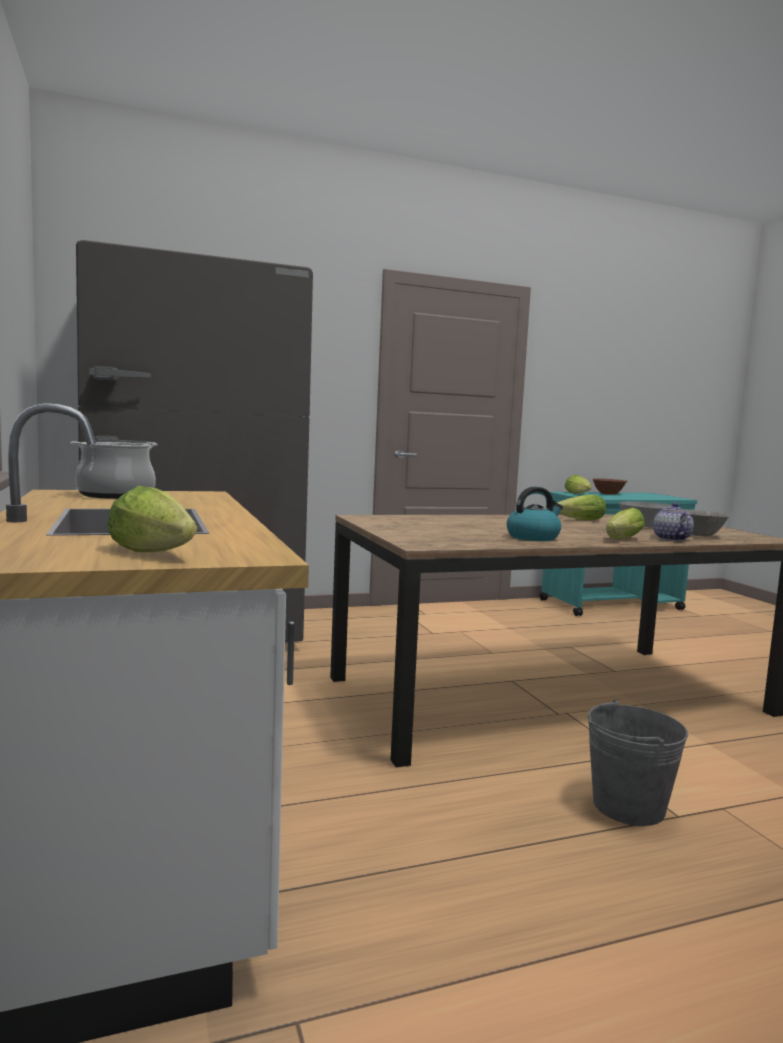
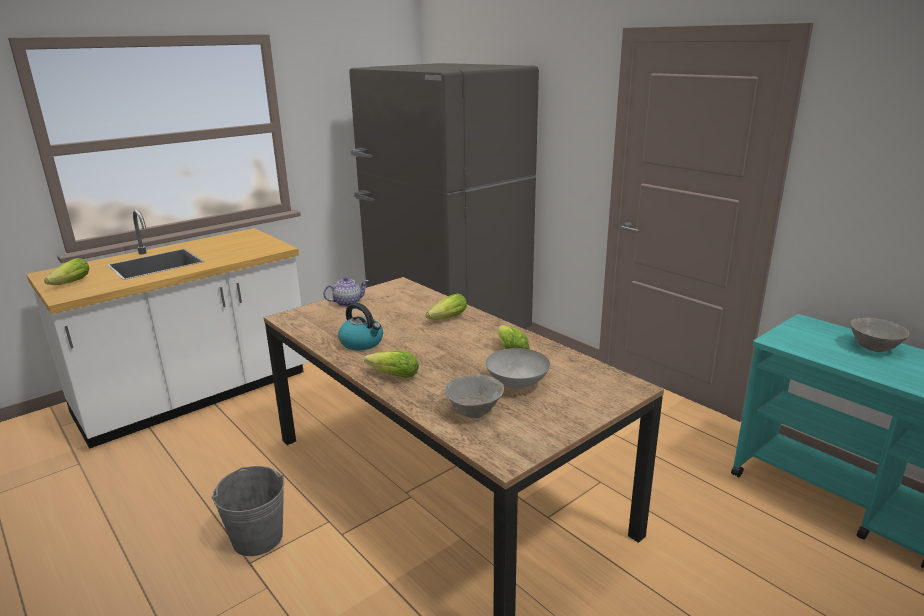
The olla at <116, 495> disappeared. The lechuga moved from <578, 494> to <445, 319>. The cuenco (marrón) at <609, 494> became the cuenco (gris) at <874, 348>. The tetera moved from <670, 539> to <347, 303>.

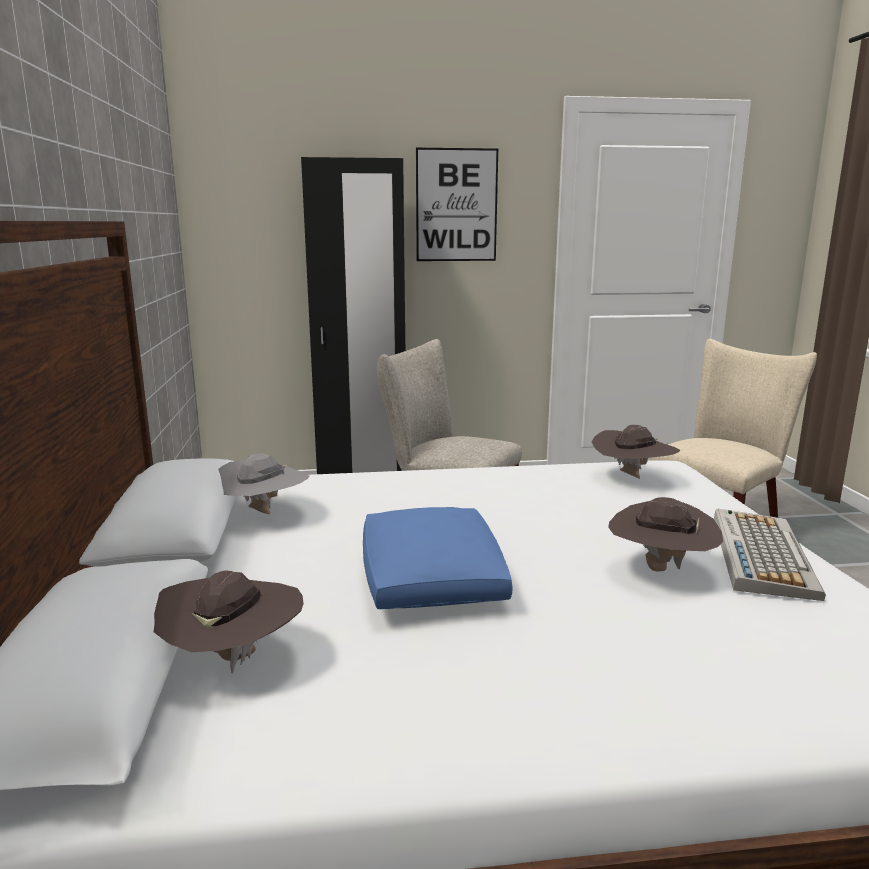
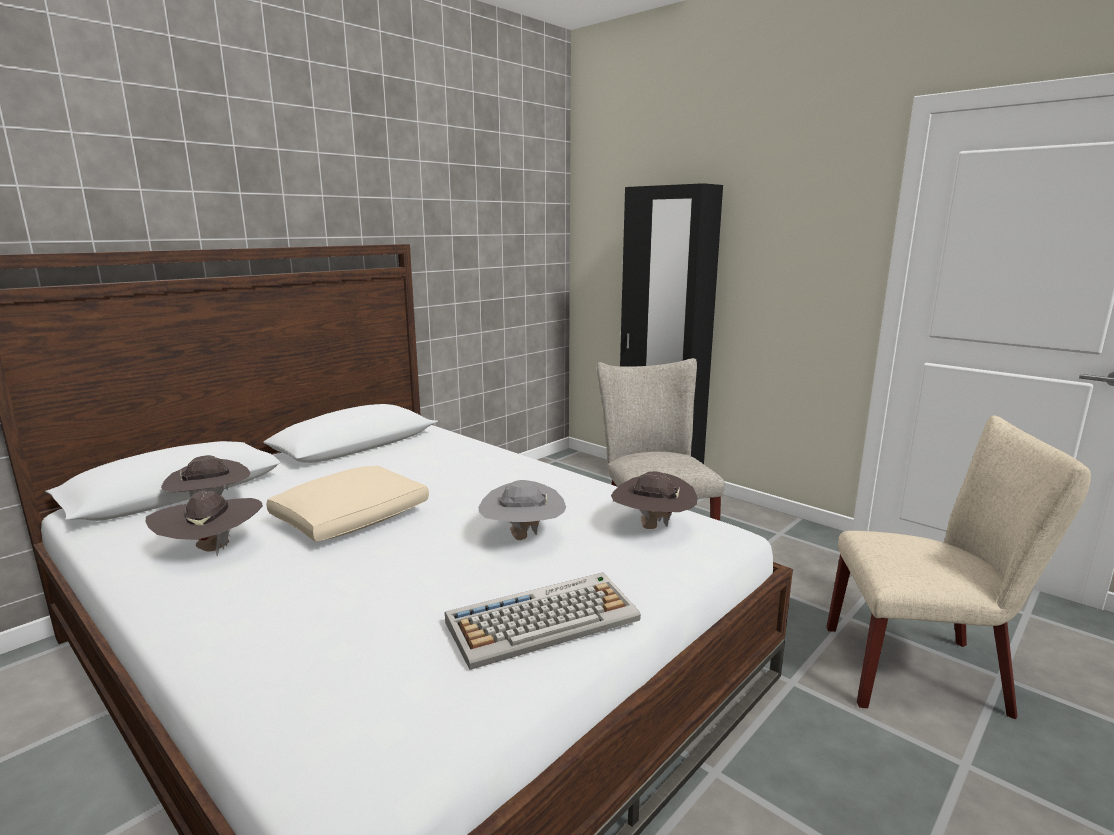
The sombrero (gris) moved from <263, 514> to <522, 538>. The cojín (azul) at <431, 578> became the cojín (beis) at <353, 518>. The cuadro at <456, 205> disappeared. The sombrero (marrón) moved from <660, 569> to <212, 550>.

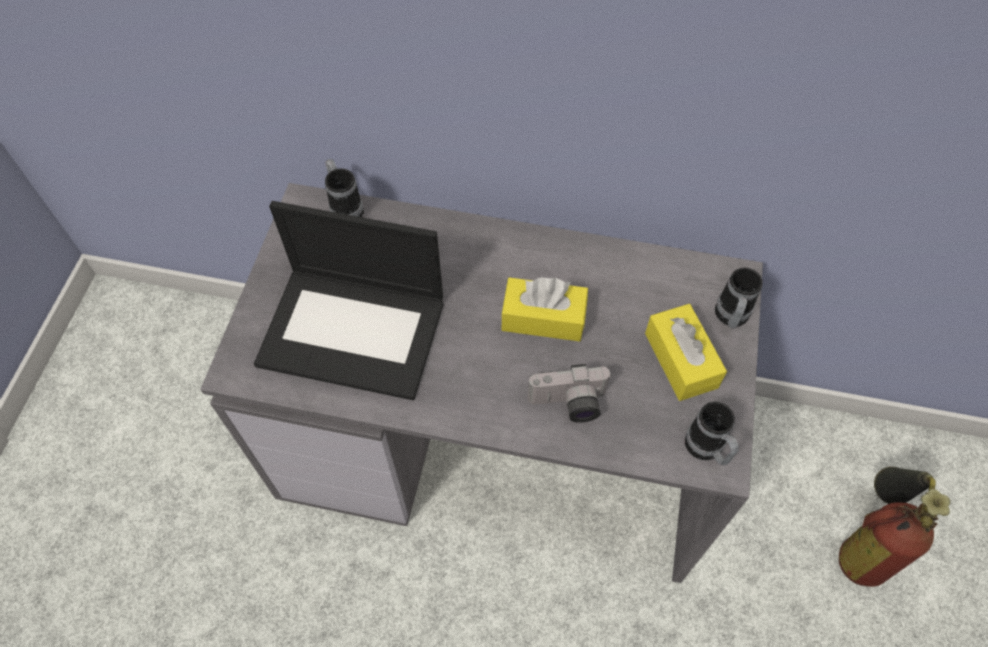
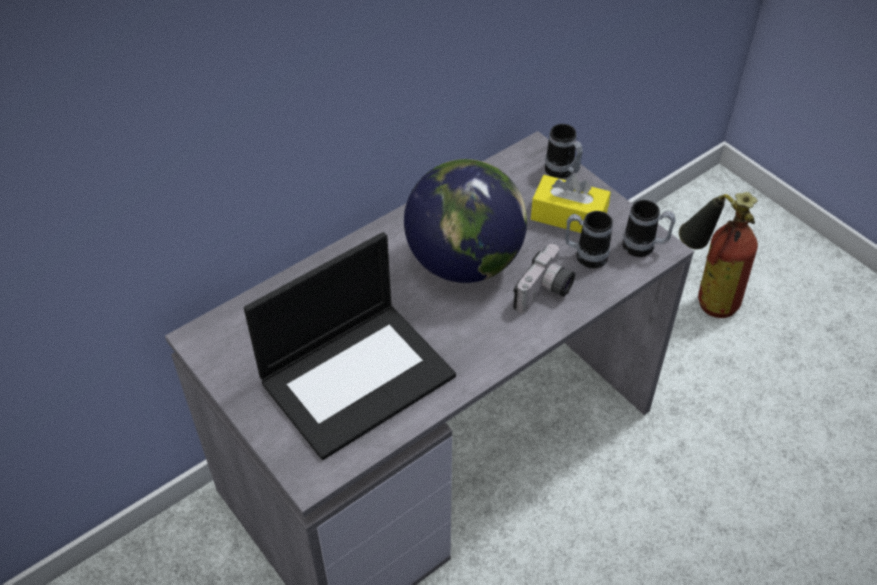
The taza grande moved from <345, 209> to <585, 256>. The caja de pañuelos (amarillo) at <543, 318> was replaced by the globo terráqueo at <464, 262>.

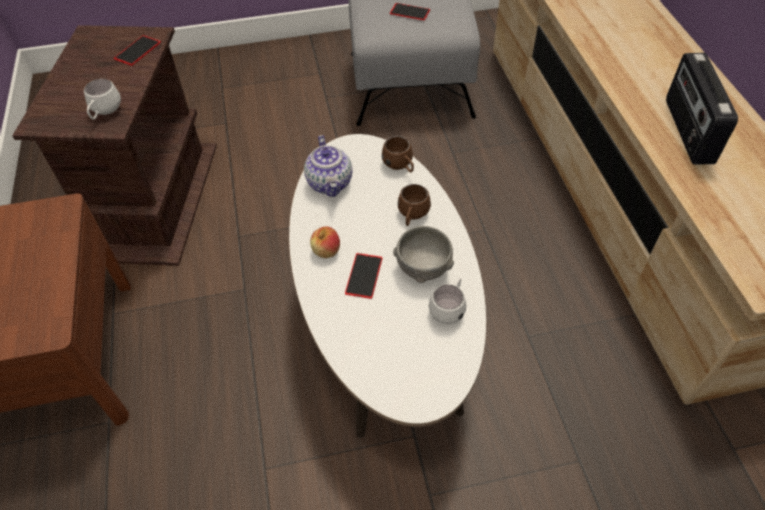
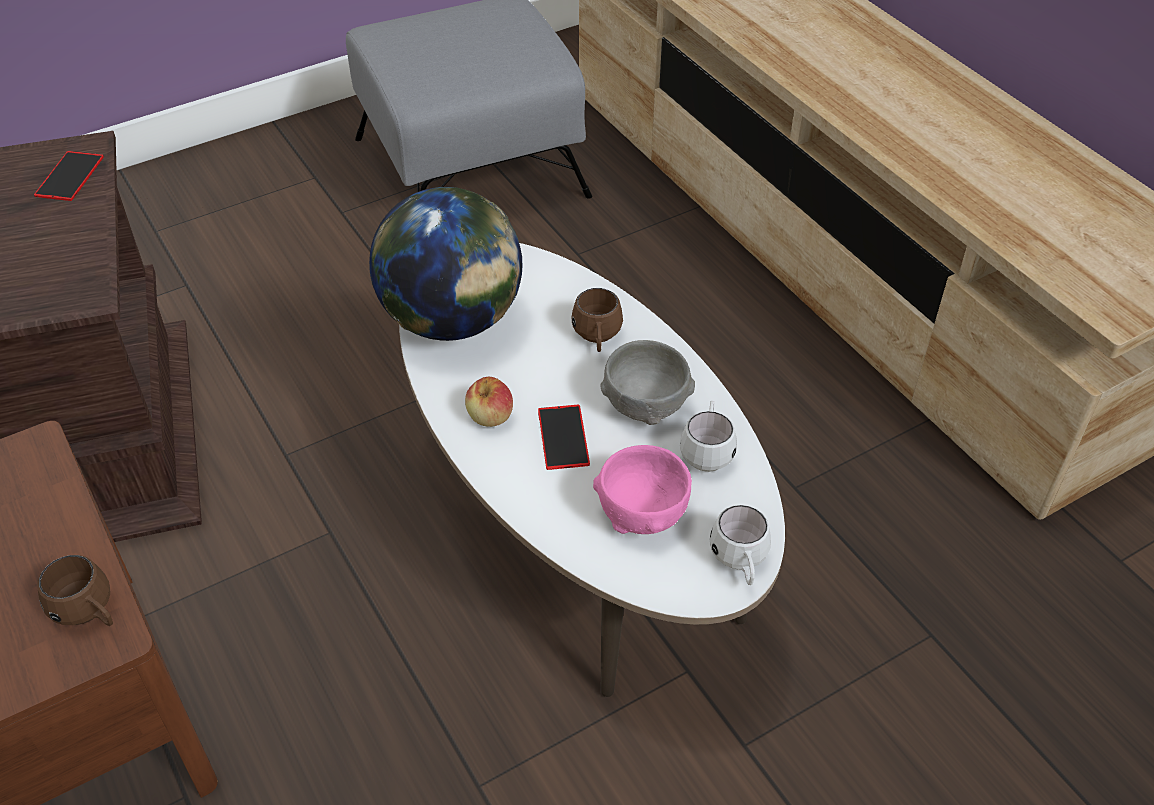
The taza grande (blanco) moved from <105, 113> to <740, 563>. The tetera at <330, 184> was replaced by the globo terráqueo at <452, 321>. The taza grande (marrón) moved from <400, 167> to <90, 614>. The móvil at <410, 12> disappeared. The radio at <687, 131> disappeared. The cuenco (rosa) at <642, 513> appeared.

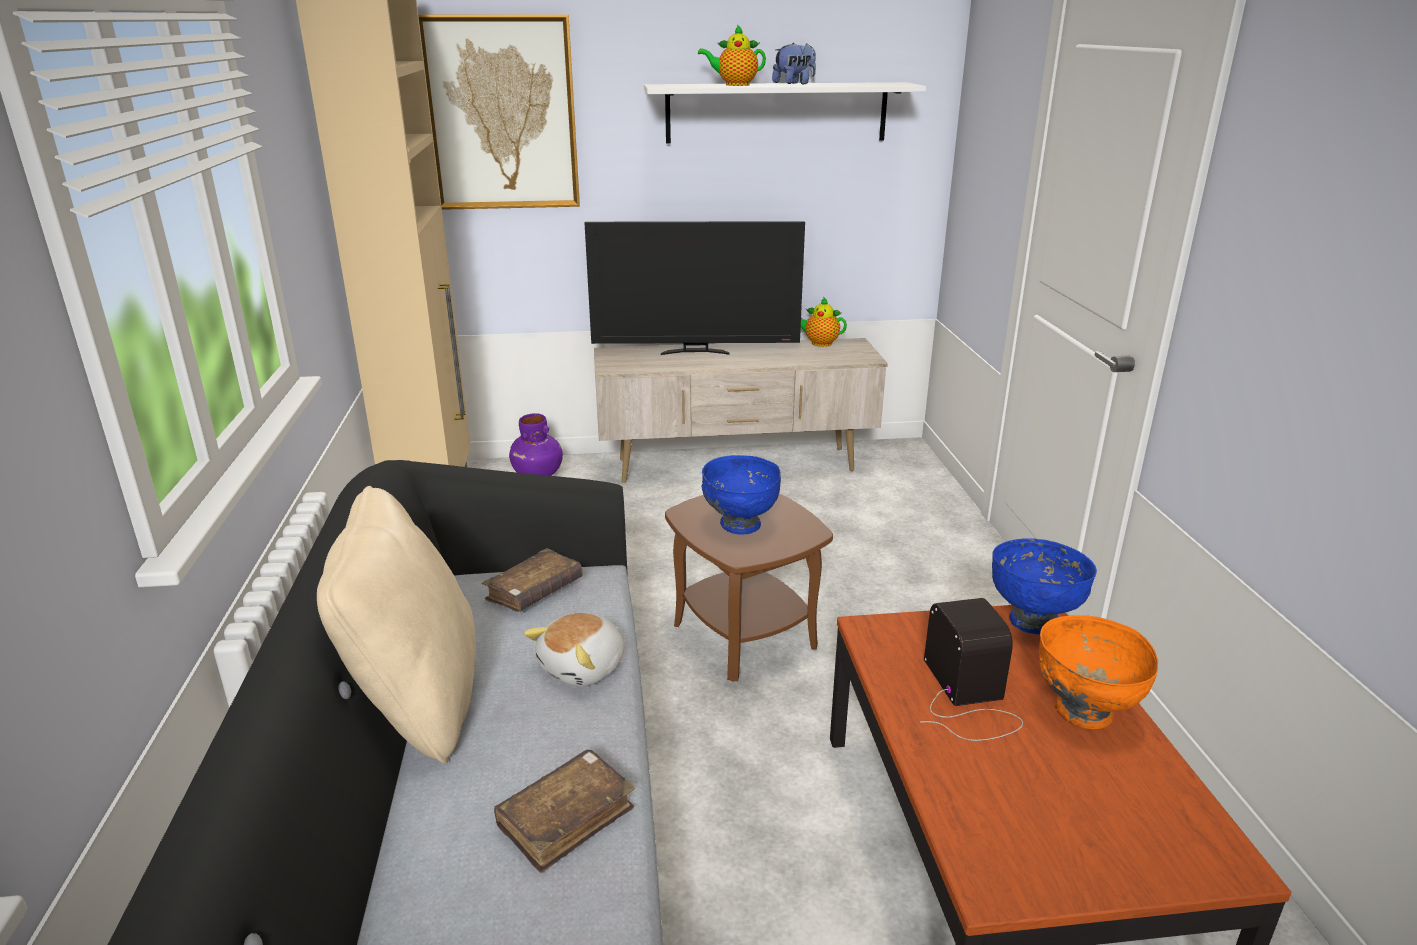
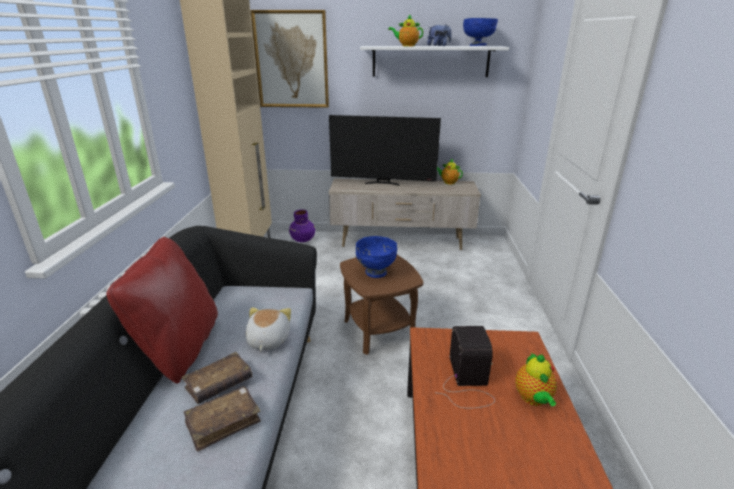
The cojín (beis) at <419, 701> became the cojín (rojo) at <180, 348>. The libro (marrón) moved from <534, 591> to <219, 384>. The peluche at <584, 668> turned 135 degrees clockwise. The cuenco (azul) moved from <1033, 620> to <477, 46>. The cuenco (naranja) at <1083, 712> was replaced by the tetera at <533, 399>.

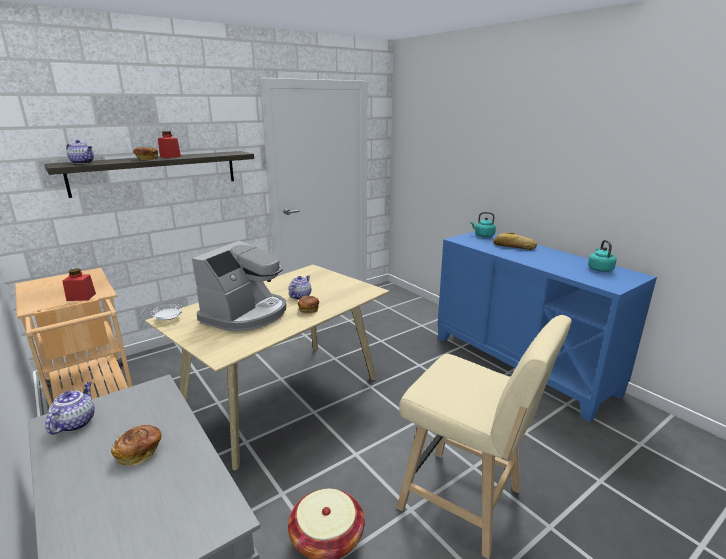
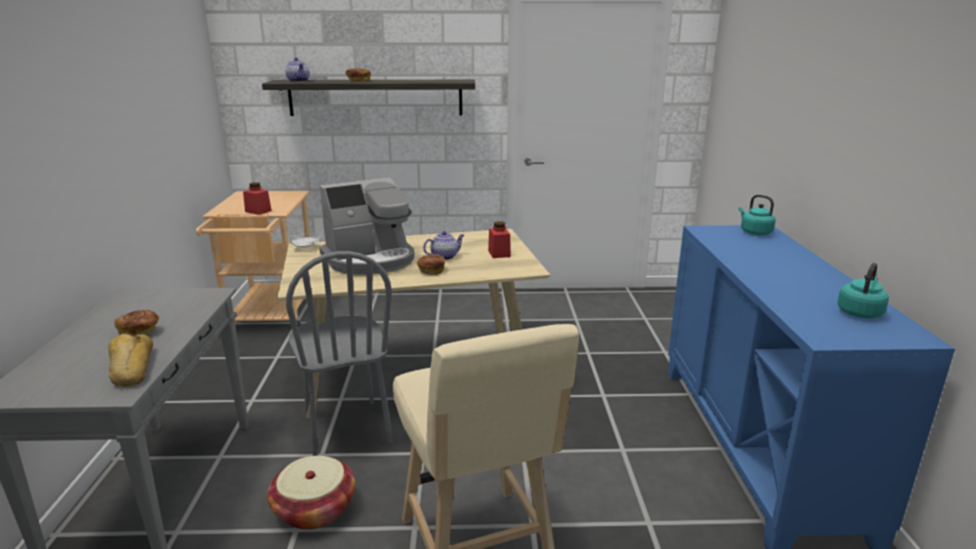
The tetera at <75, 422> disappeared. The tarro (rojo) moved from <170, 156> to <499, 253>. The pan moved from <513, 246> to <130, 367>. The silla (gris) at <346, 428> appeared.

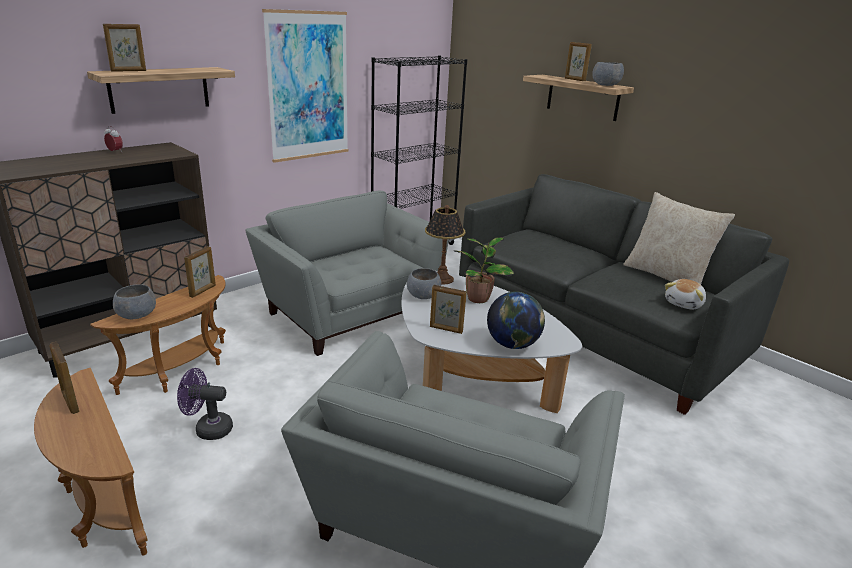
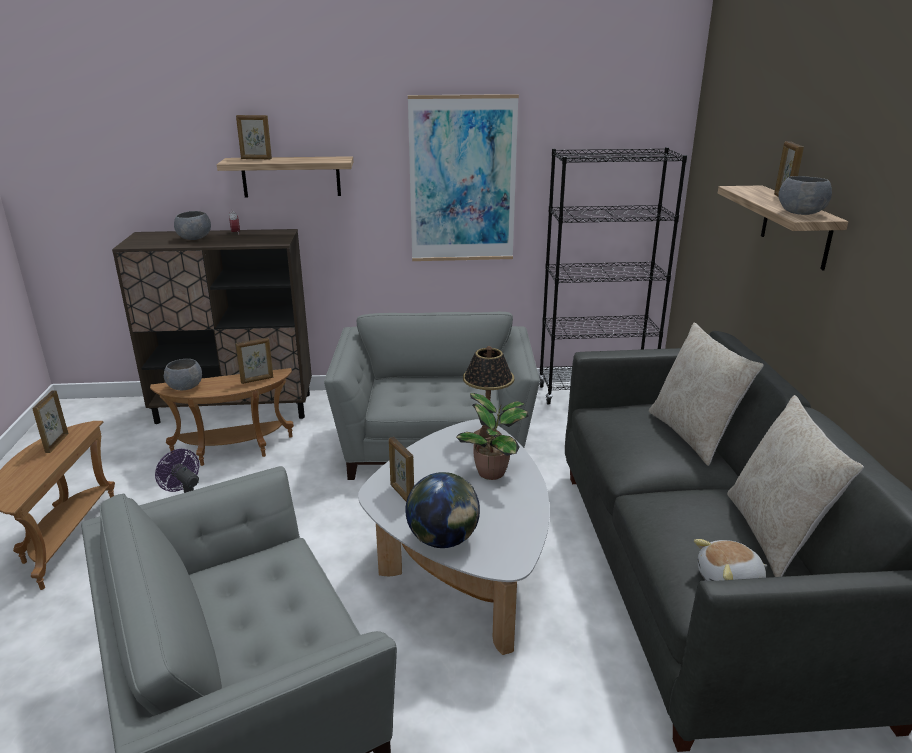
The cuenco (gris) moved from <422, 296> to <193, 238>. The cojín (beis) at <693, 435> appeared.

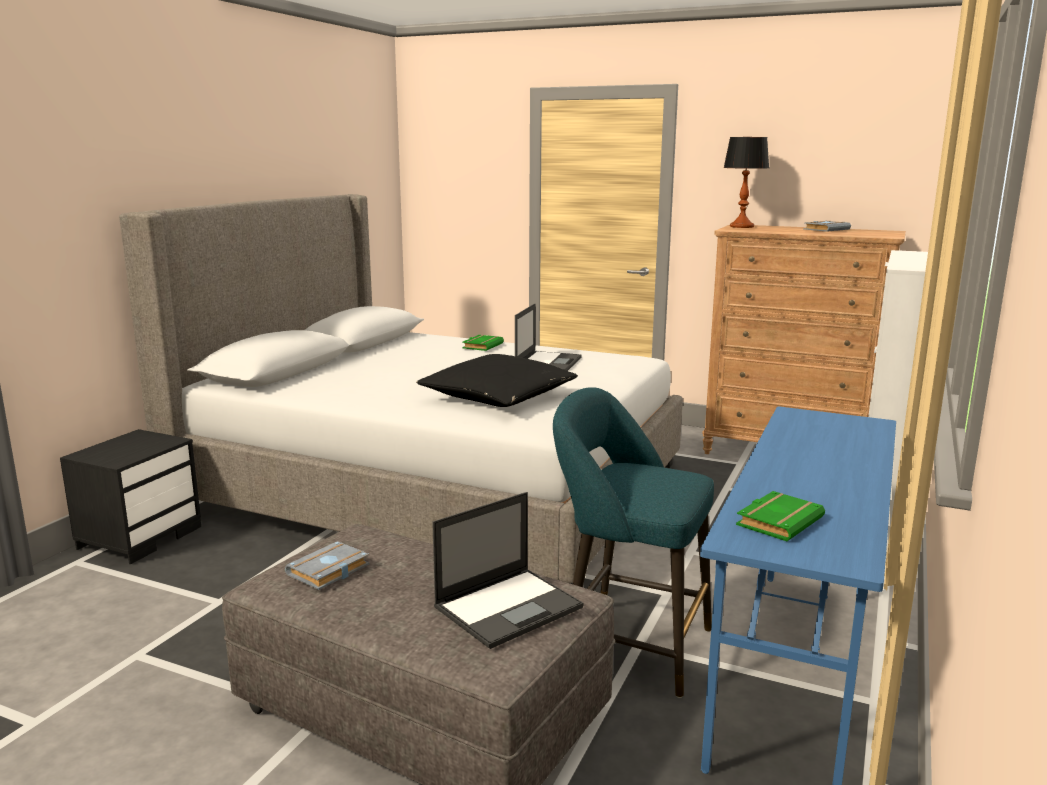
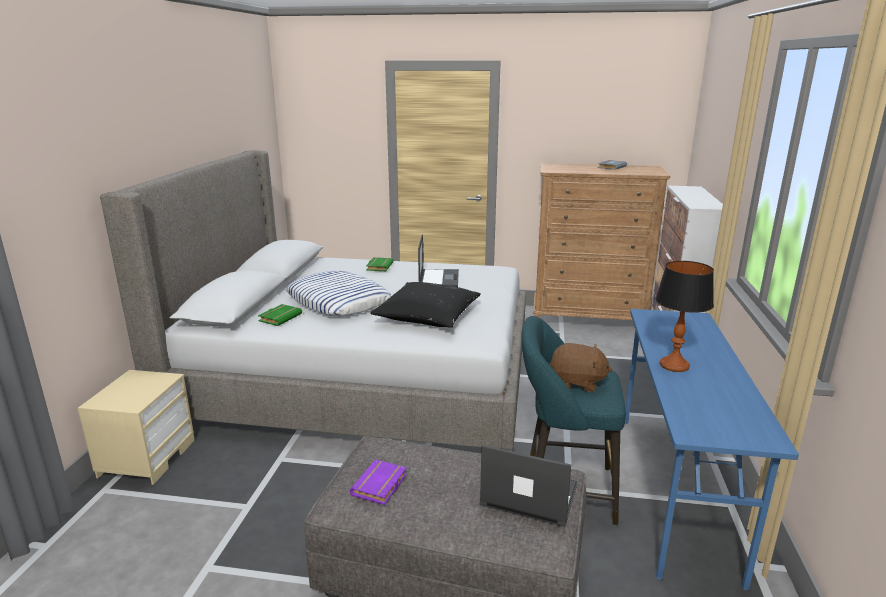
The mesita de noche (negro) at <140, 537> became the mesita de noche (beis) at <147, 457>. The libro (gris) at <328, 571> became the libro (morado) at <380, 486>. The portátil at <509, 606> turned 105 degrees counterclockwise. The lámpara de mesa moved from <742, 226> to <674, 365>. The libro (verde) moved from <778, 521> to <280, 317>. The cojín at <338, 301> appeared. The peluche (marrón) at <577, 383> appeared.

